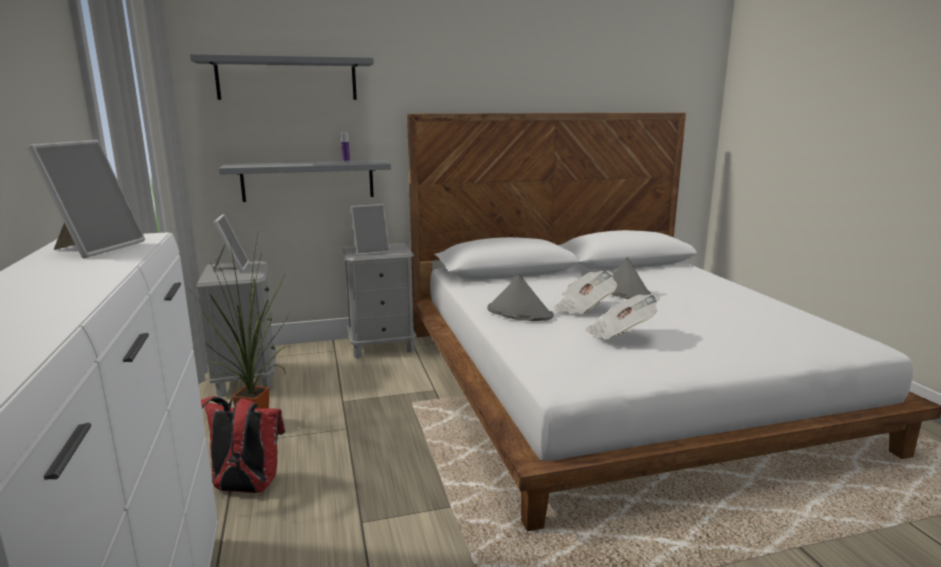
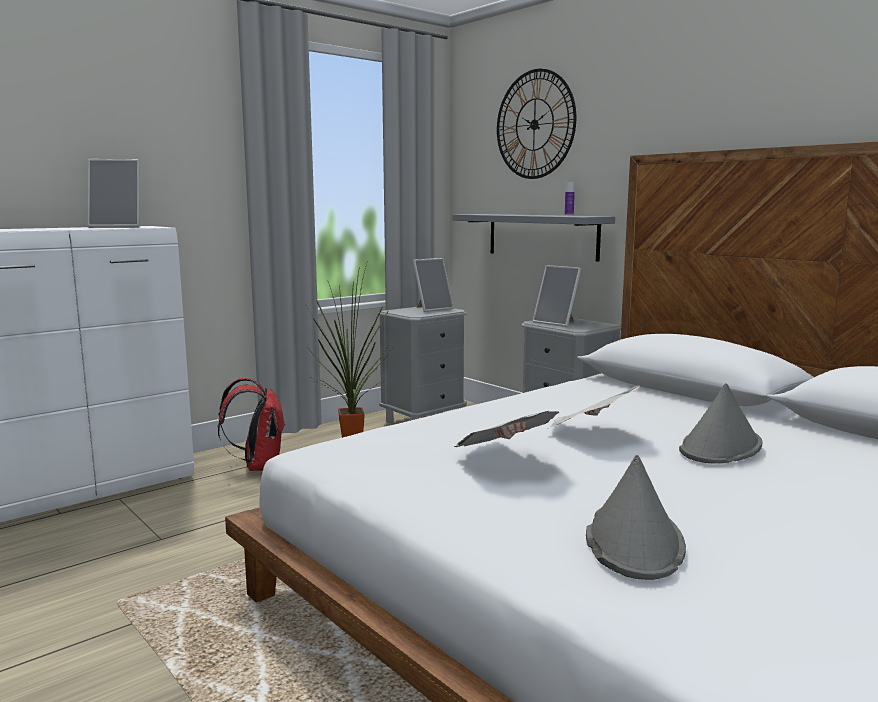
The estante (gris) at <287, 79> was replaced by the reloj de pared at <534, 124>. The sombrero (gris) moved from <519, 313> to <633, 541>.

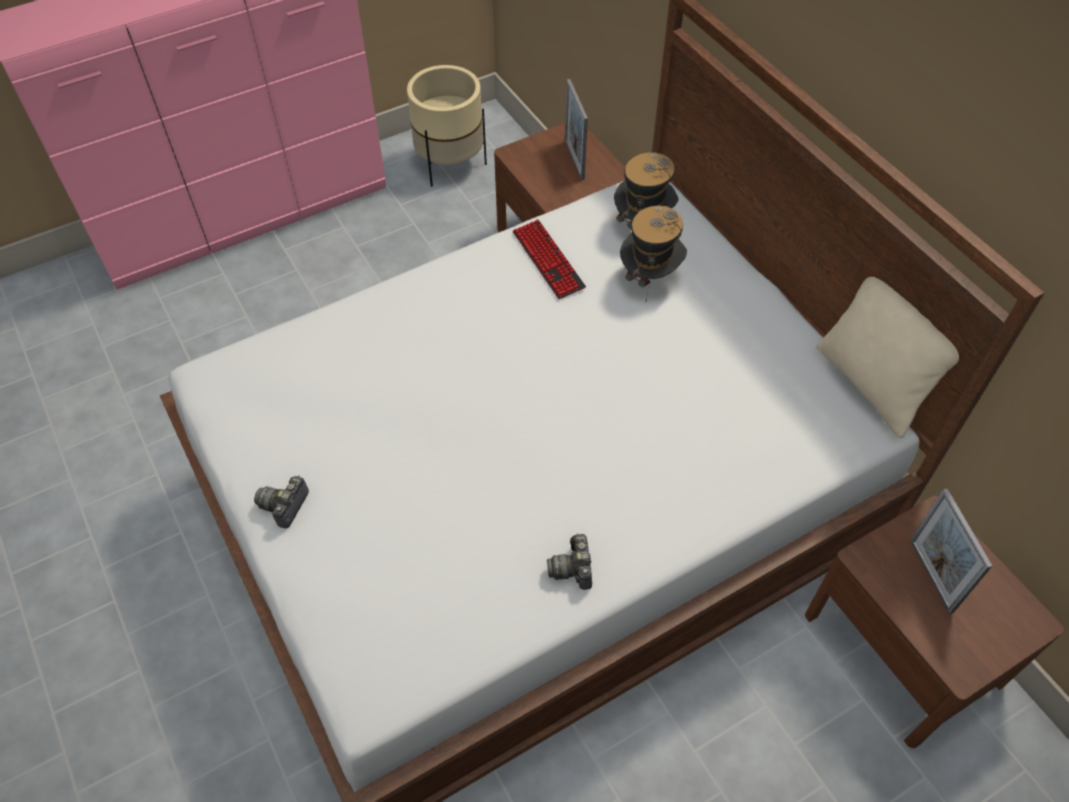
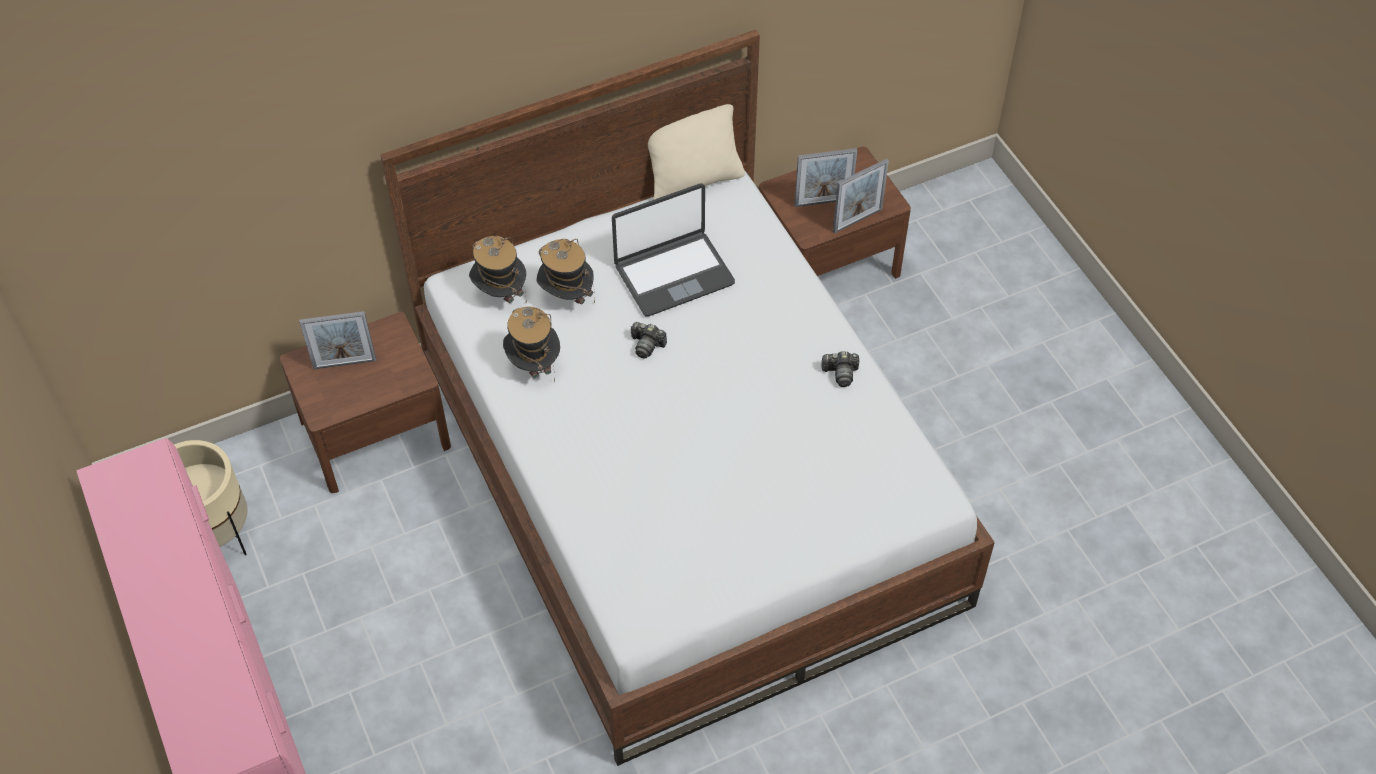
The cámara moved from <284, 506> to <647, 345>. The teclado at <548, 260> was replaced by the sombrero at <534, 365>. The portátil at <673, 274> appeared. The portarretratos at <857, 220> appeared.

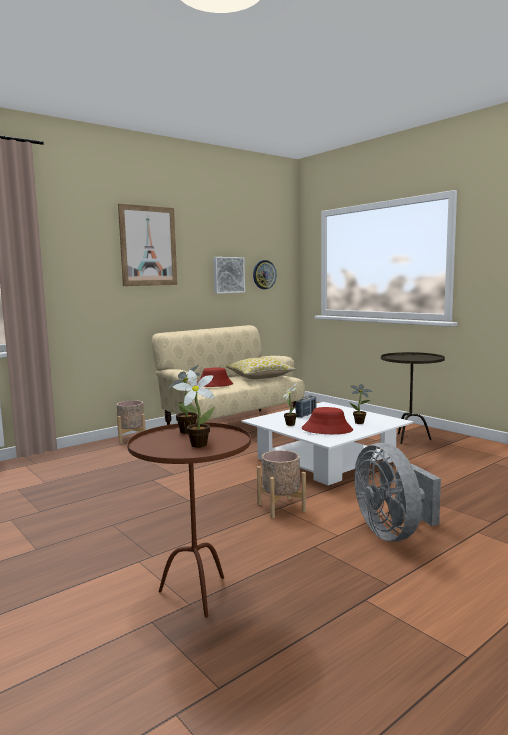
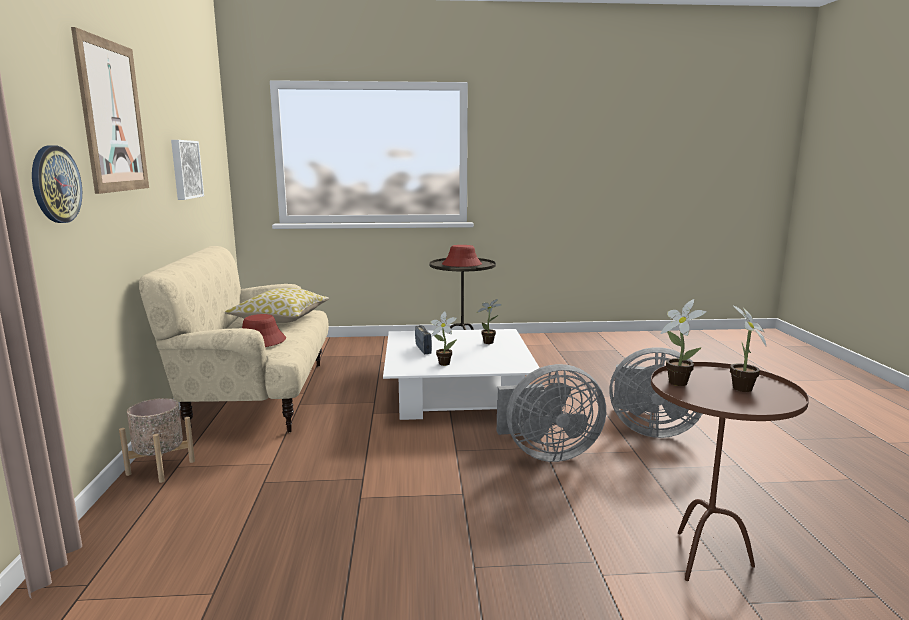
The reloj de pared moved from <264, 274> to <55, 184>. The maceta (beis) at <281, 507> was replaced by the ventilador (gris) at <546, 453>. The sombrero (rojo) moved from <327, 429> to <461, 265>.

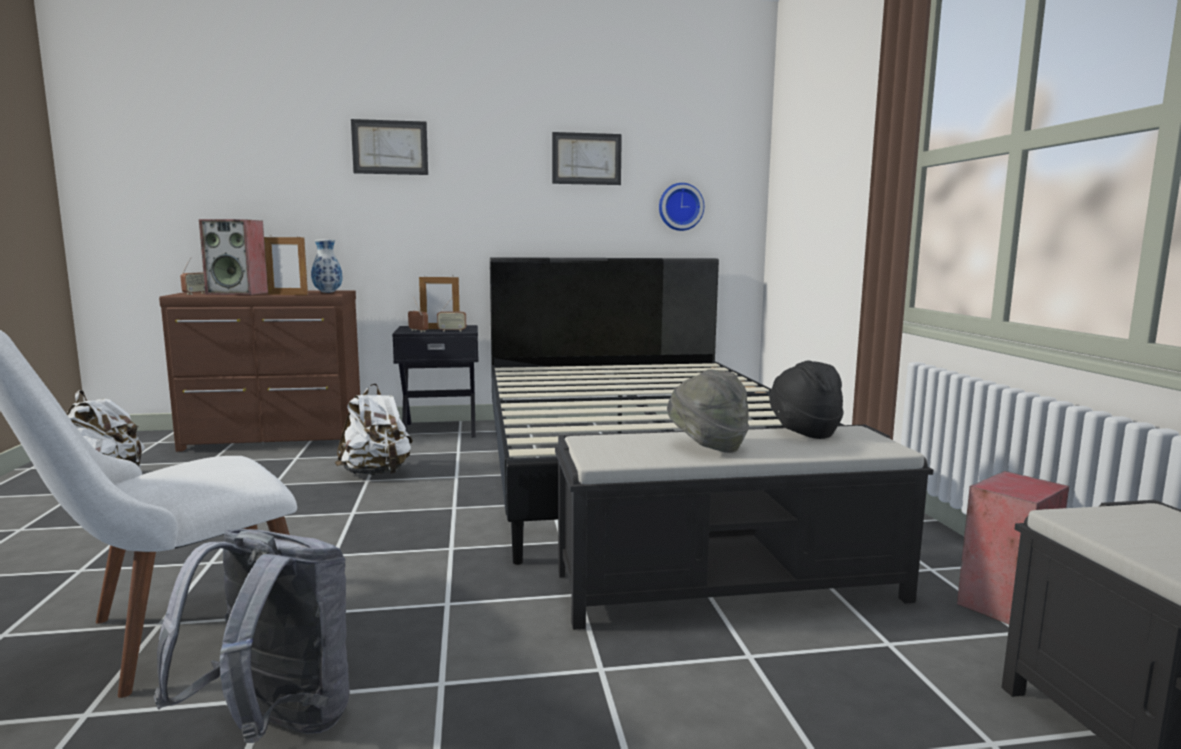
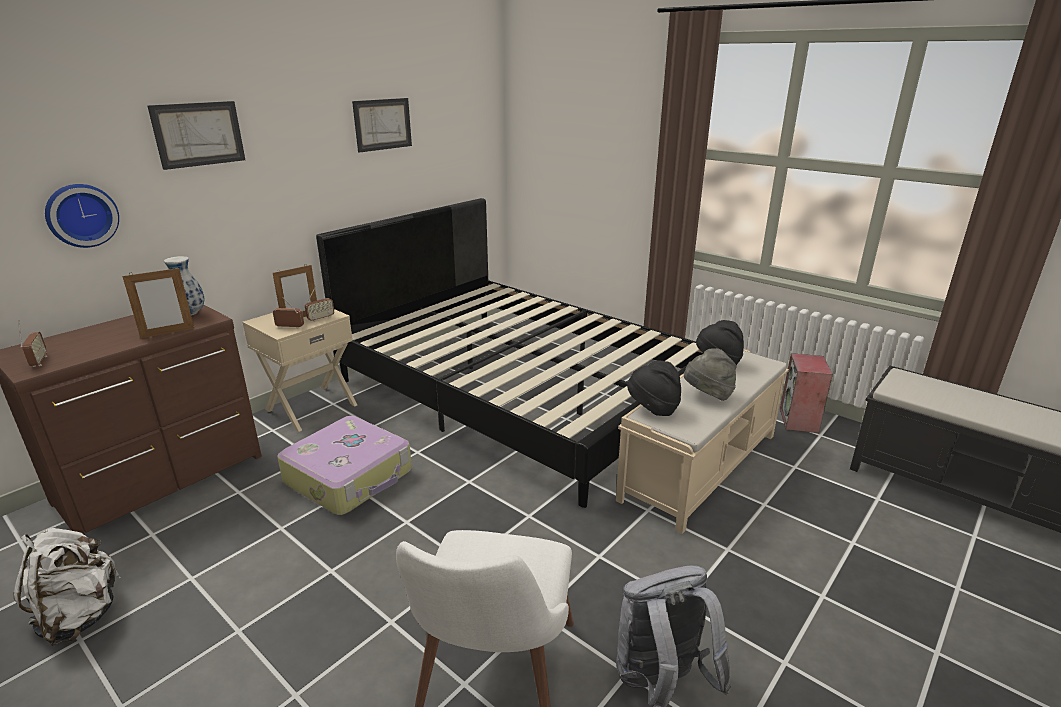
The altavoz at <238, 293> disappeared. The mochila (blanco) at <376, 474> was replaced by the maleta at <350, 477>. The mesita de noche (negro) at <440, 429> became the mesita de noche (beis) at <311, 407>. The banco (negro) at <732, 586> became the banco (beis) at <701, 465>. The reloj de pared moved from <680, 207> to <81, 215>. The sombrero (negro) at <653, 409> appeared.

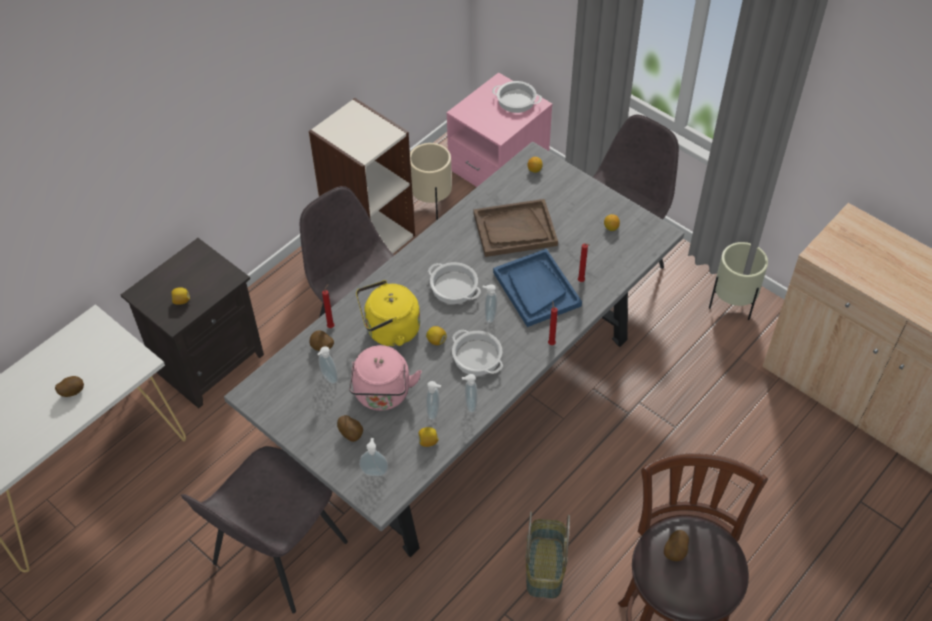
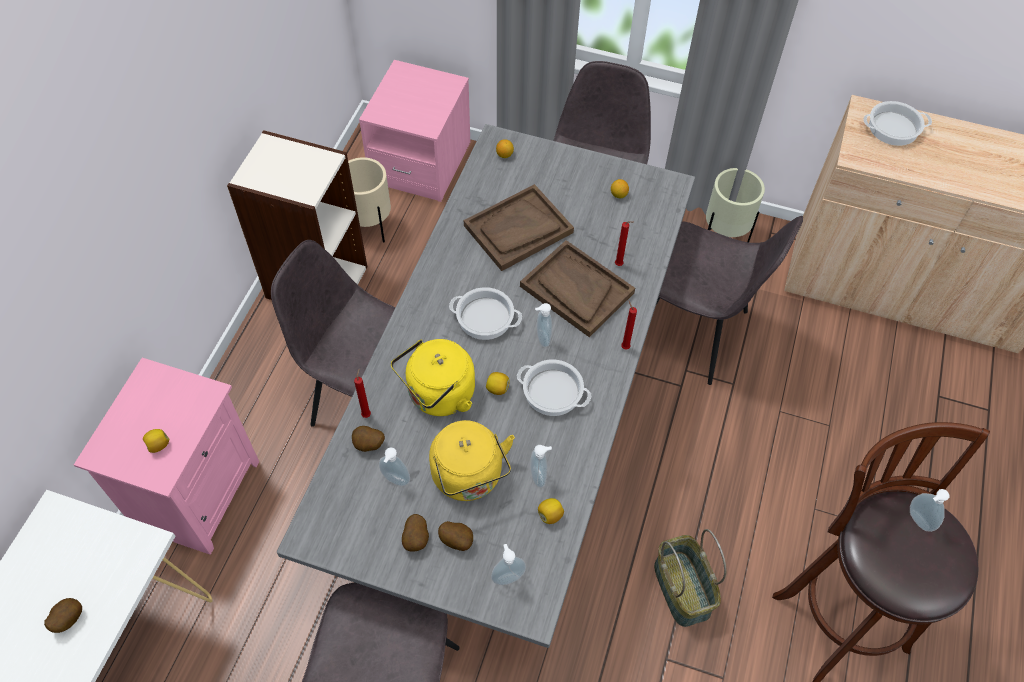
The mesita de noche (negro) at <209, 360> became the mesita de noche (rosa) at <197, 492>. The hervidor (rosa) at <382, 395> became the hervidor (amarillo) at <469, 478>. The dispensador de jabón moved from <469, 405> to <917, 521>. The olla moved from <516, 101> to <893, 128>. The bandeja (azul) at <536, 289> became the bandeja (marrón) at <576, 290>. The patata moved from <675, 552> to <416, 539>. The silla (gris) at <691, 331> appeared.

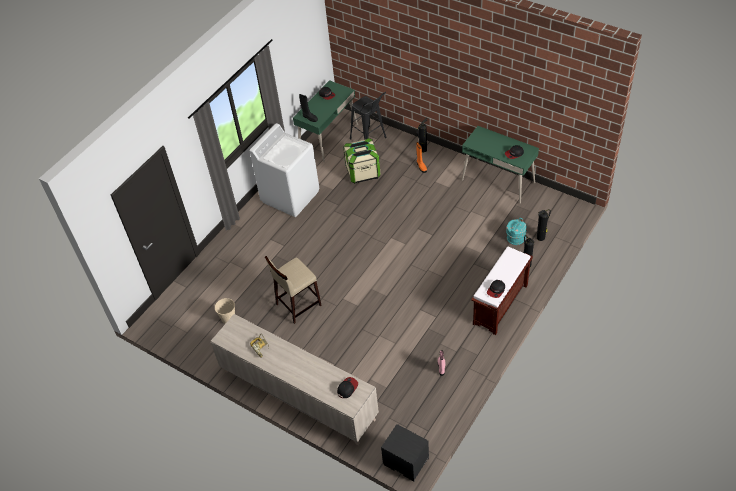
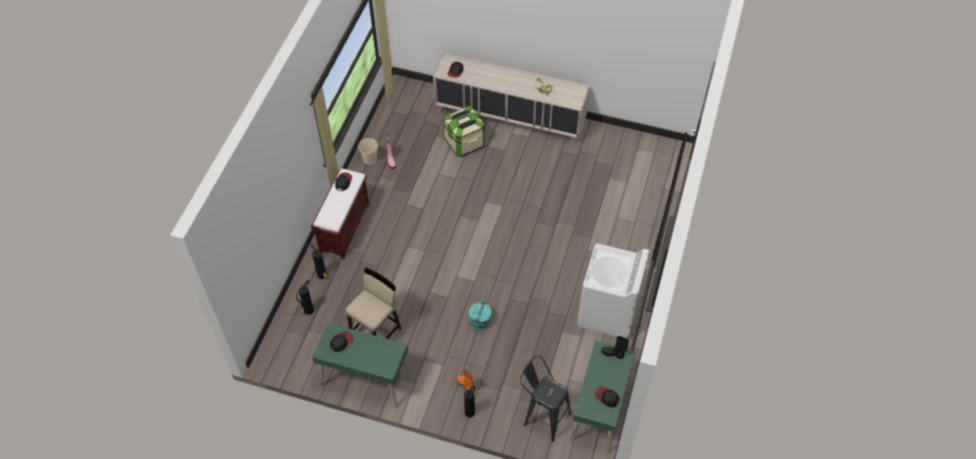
The cubo (beis) moved from <228, 318> to <370, 159>. The taburete (beis) moved from <298, 305> to <376, 332>. The caja de almacenaje moved from <363, 172> to <464, 143>. The mesita de noche (negro) at <405, 462> disappeared. The cubo (turquesa) moved from <515, 238> to <480, 322>.

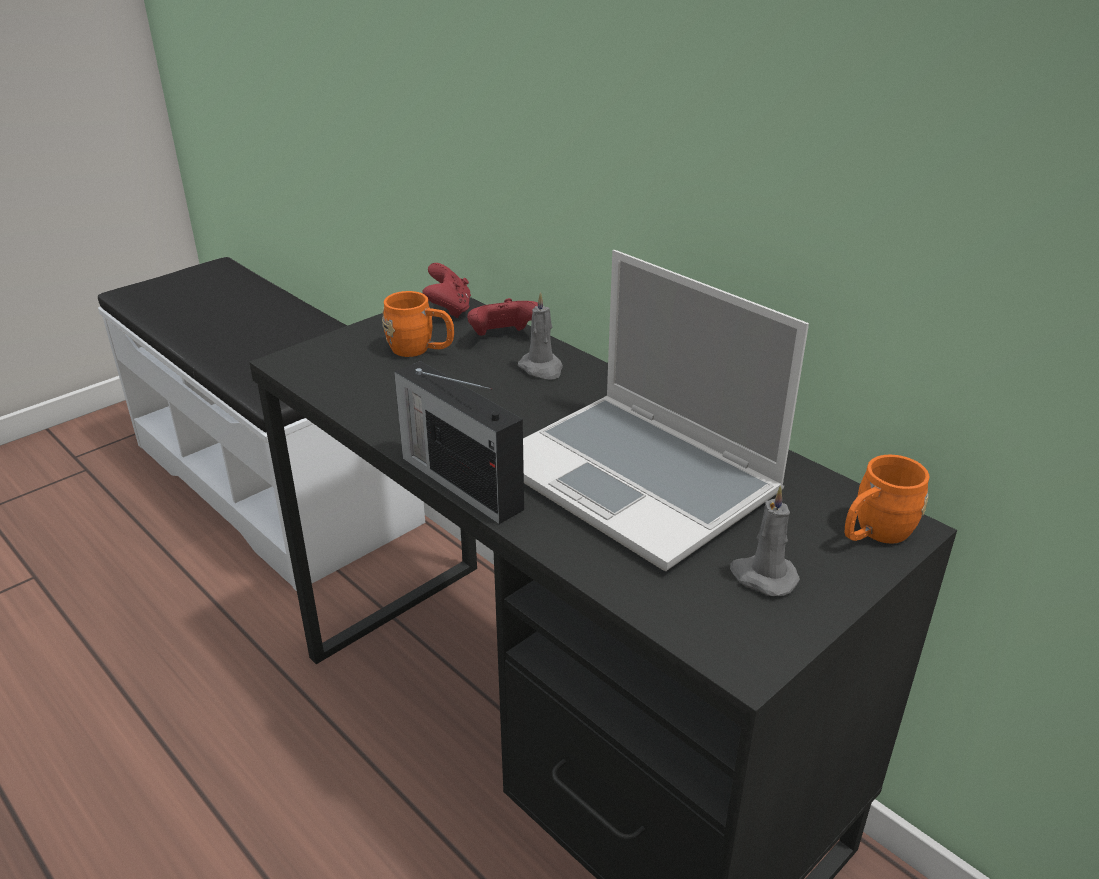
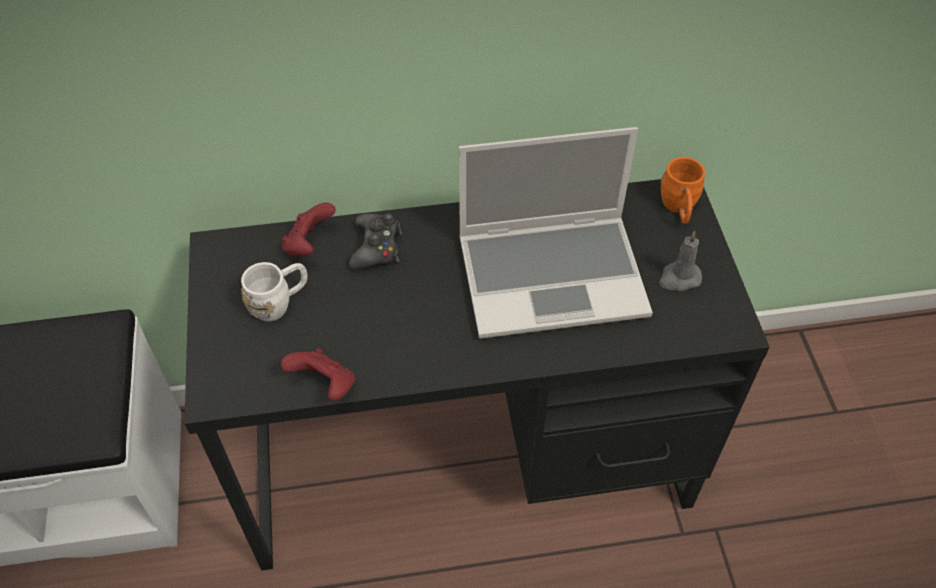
The taza grande (naranja) at <420, 350> became the taza grande (blanco) at <279, 303>. The radio at <459, 481> disappeared. The mando de consola (rojo) moved from <449, 310> to <325, 385>. The vela (gris) at <542, 368> was replaced by the mando de consola (negro) at <376, 247>.

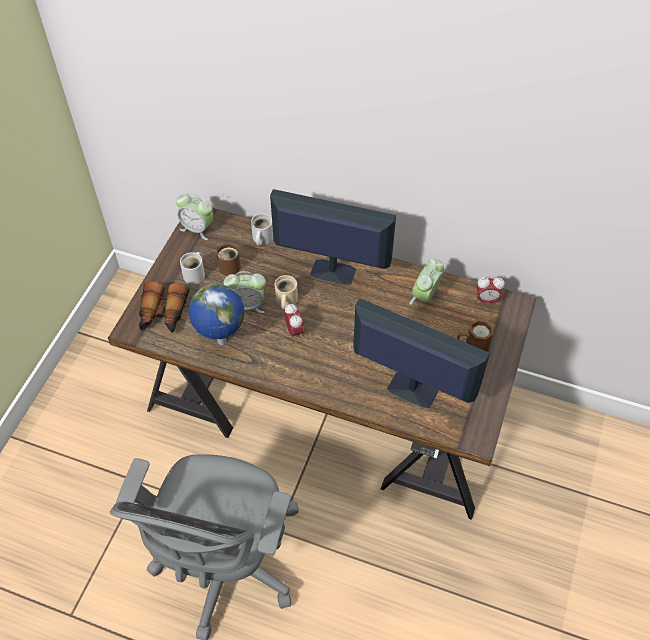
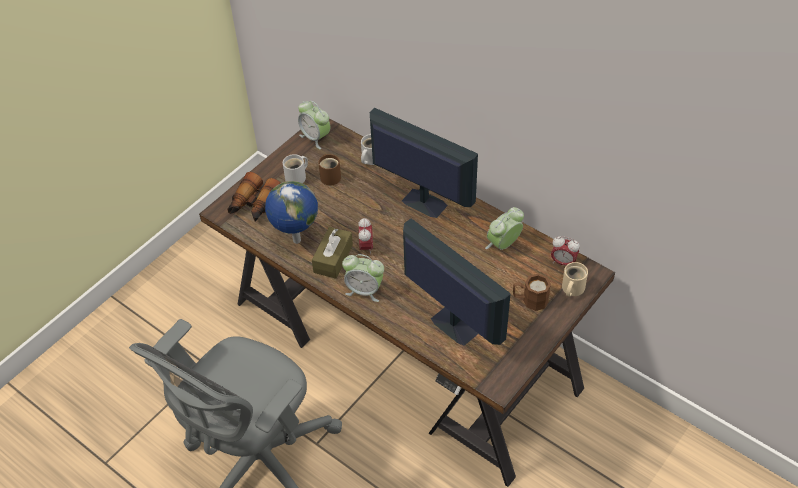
The despertador moved from <247, 305> to <364, 290>. The taza grande (beis) moved from <285, 301> to <571, 288>. The caja de pañuelos (marrón) at <333, 258> appeared.

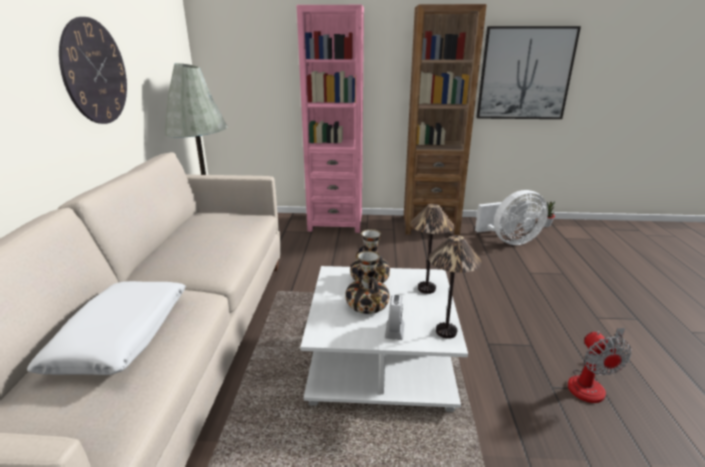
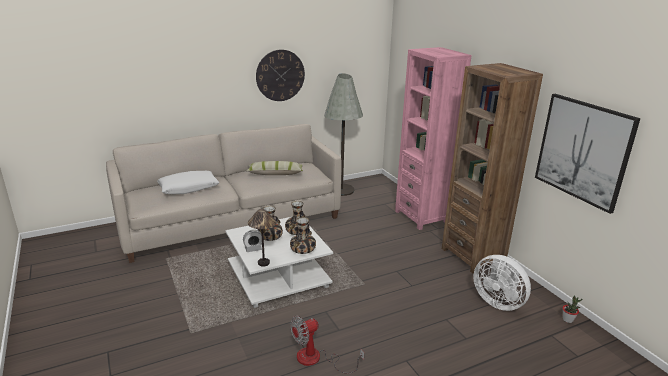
The lámpara de mesa at <427, 289> was replaced by the florero at <302, 250>. The cojín at <275, 174> appeared.

